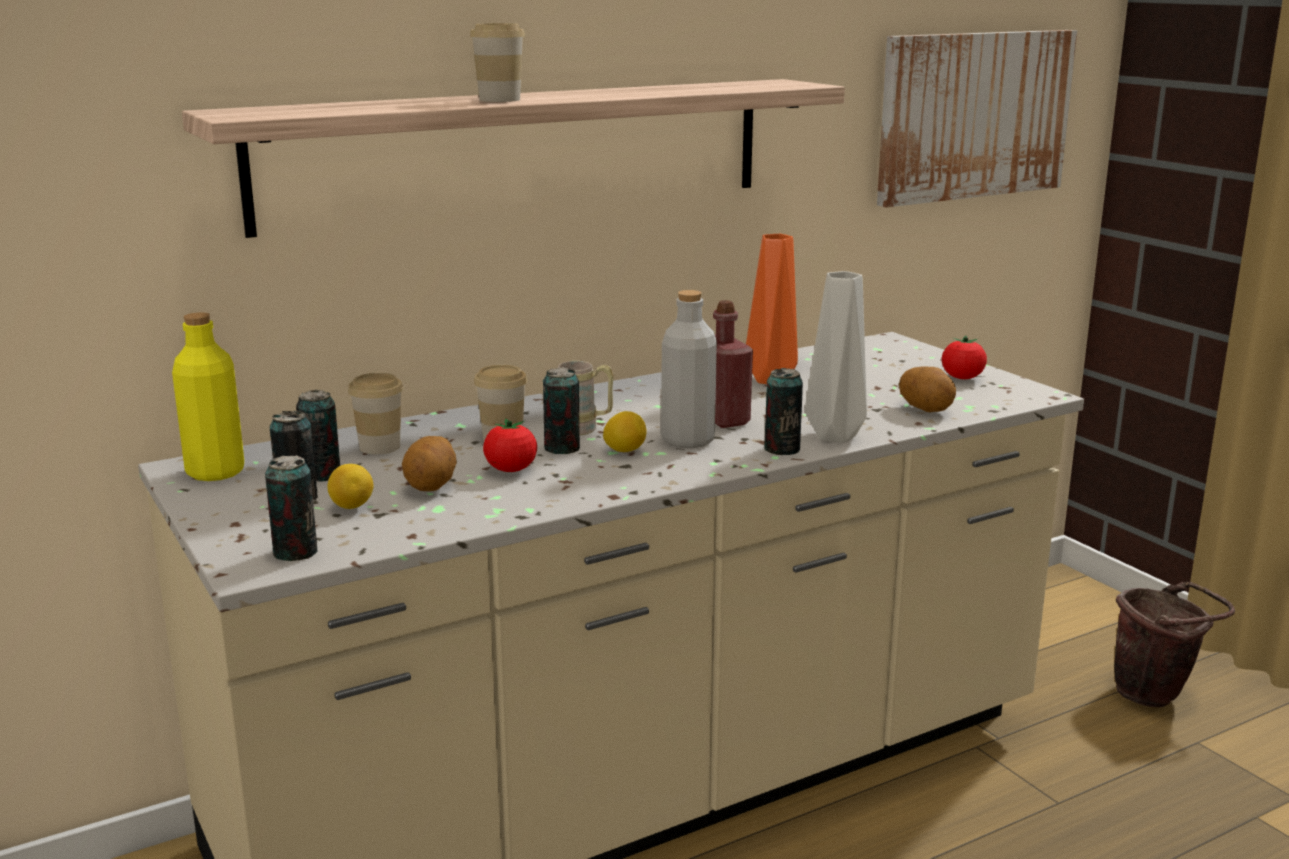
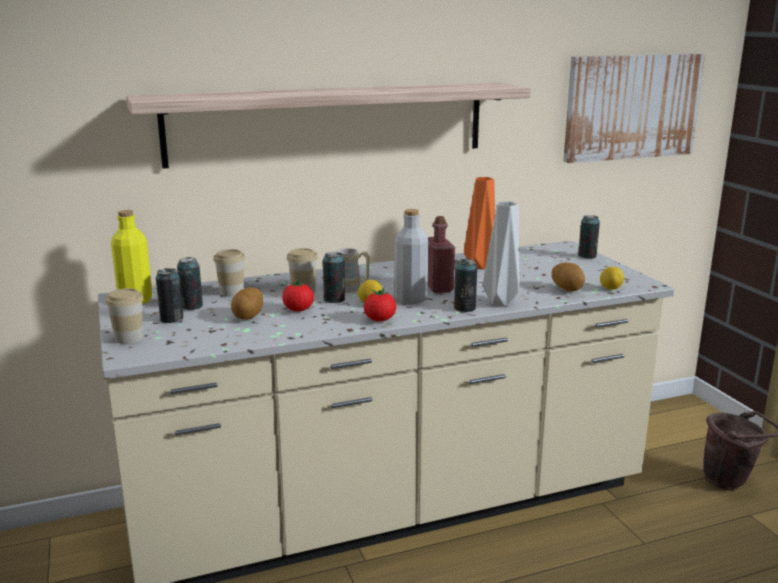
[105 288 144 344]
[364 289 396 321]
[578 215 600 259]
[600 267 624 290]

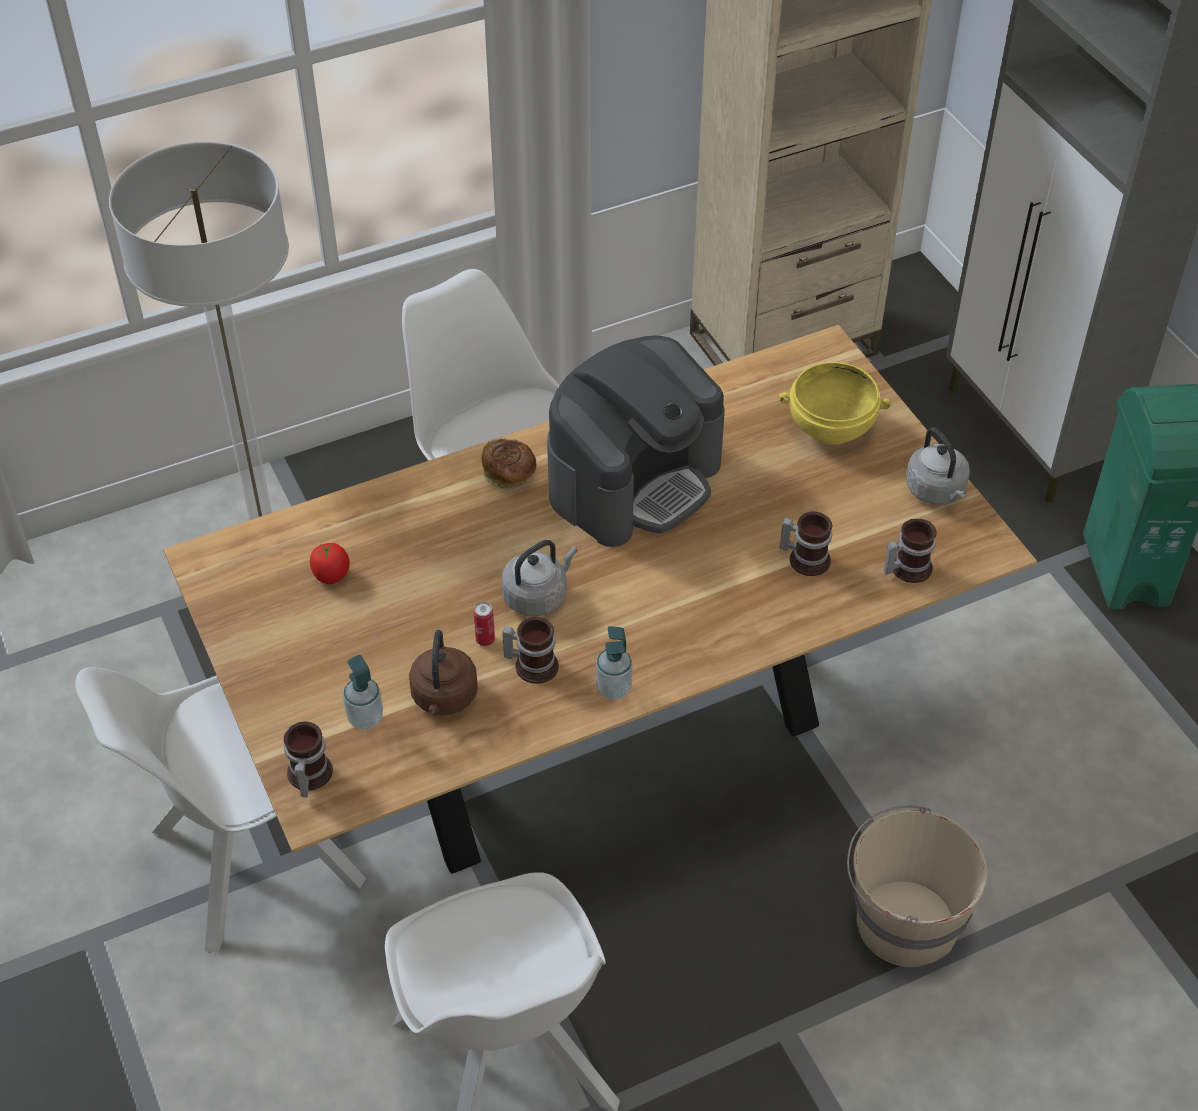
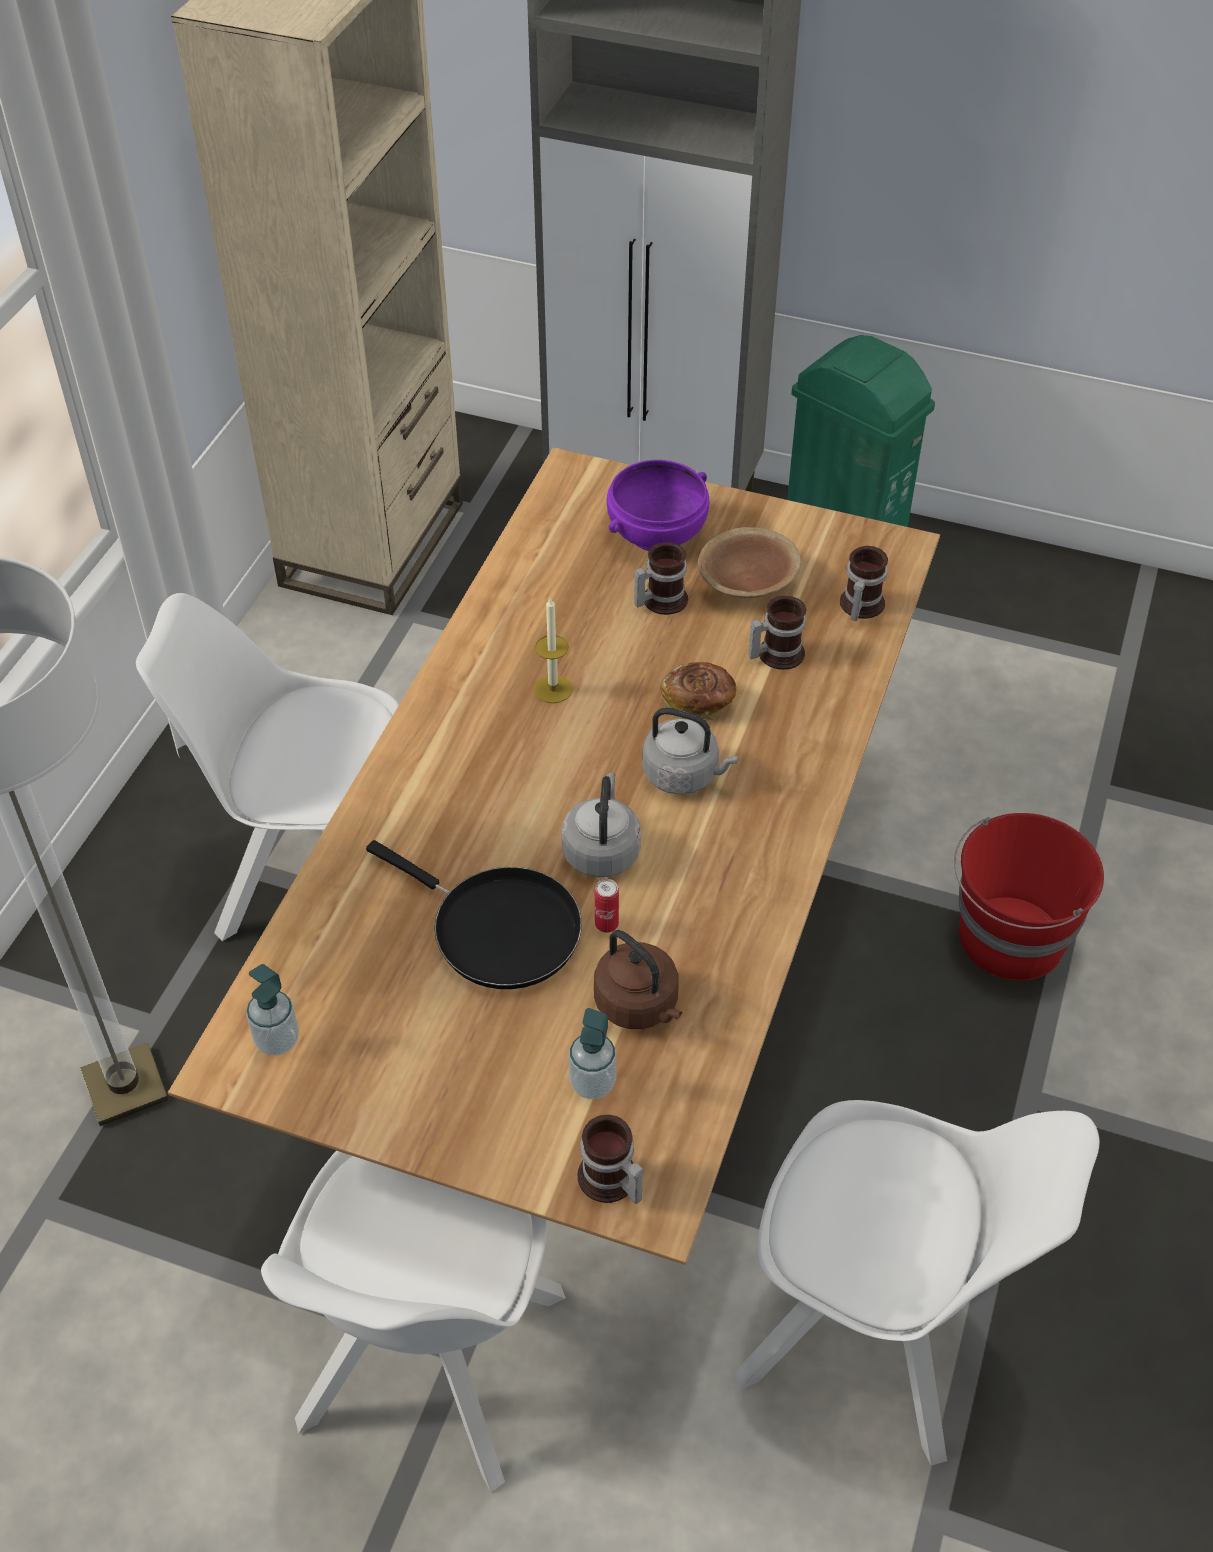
[246 964 299 1056]
[366 840 582 989]
[534 597 573 703]
[607 460 709 551]
[634 542 688 615]
[642 708 738 795]
[660 662 736 721]
[698 527 801 598]
[954 813 1104 981]
[310 542 350 584] (first image)

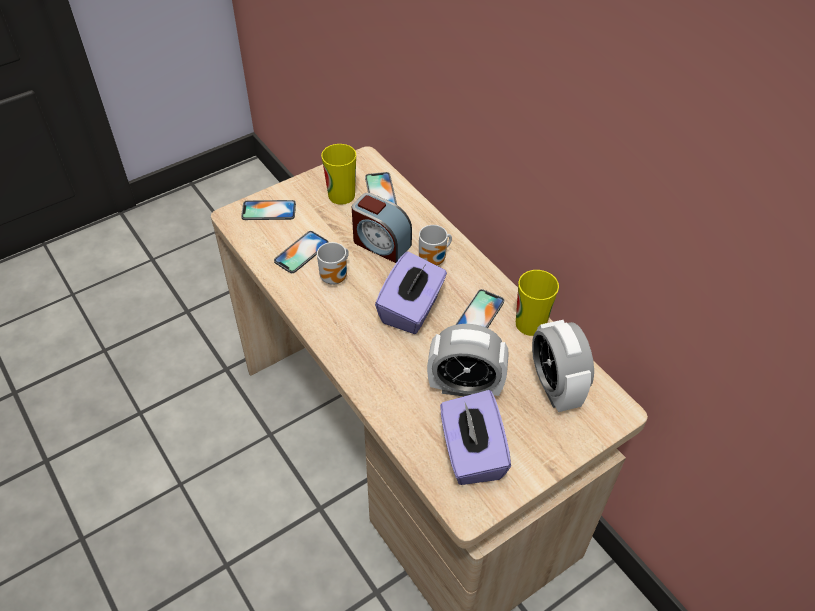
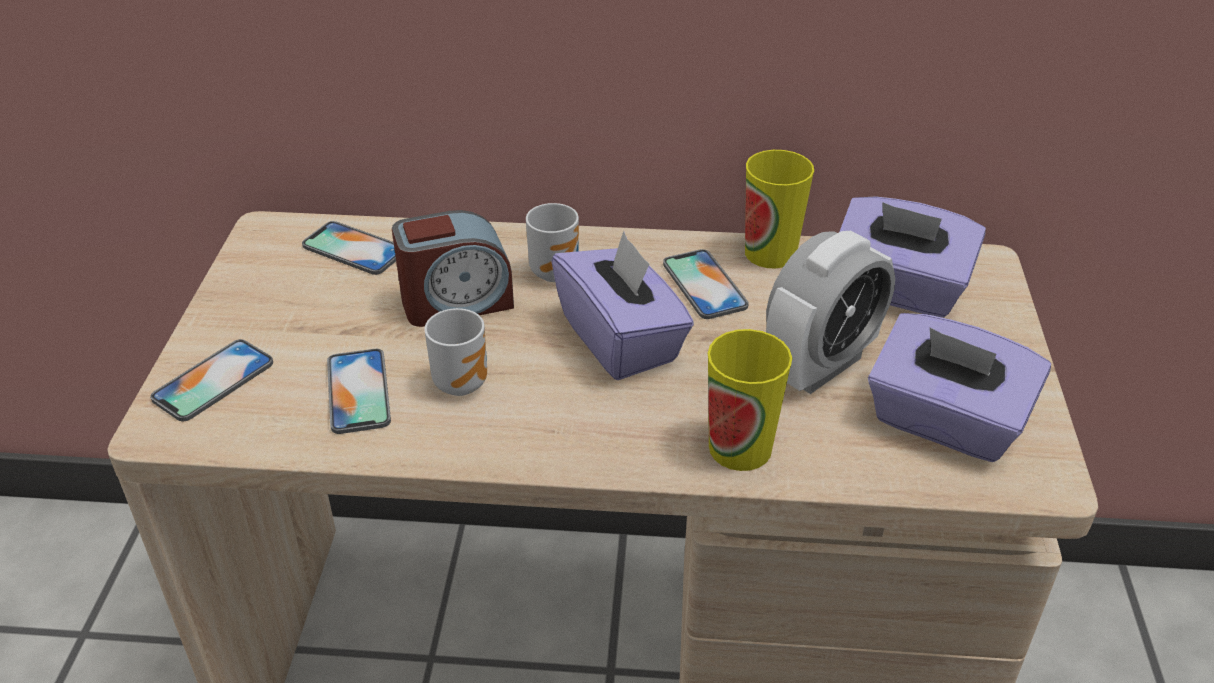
[708 329 792 471]
[839 196 986 317]

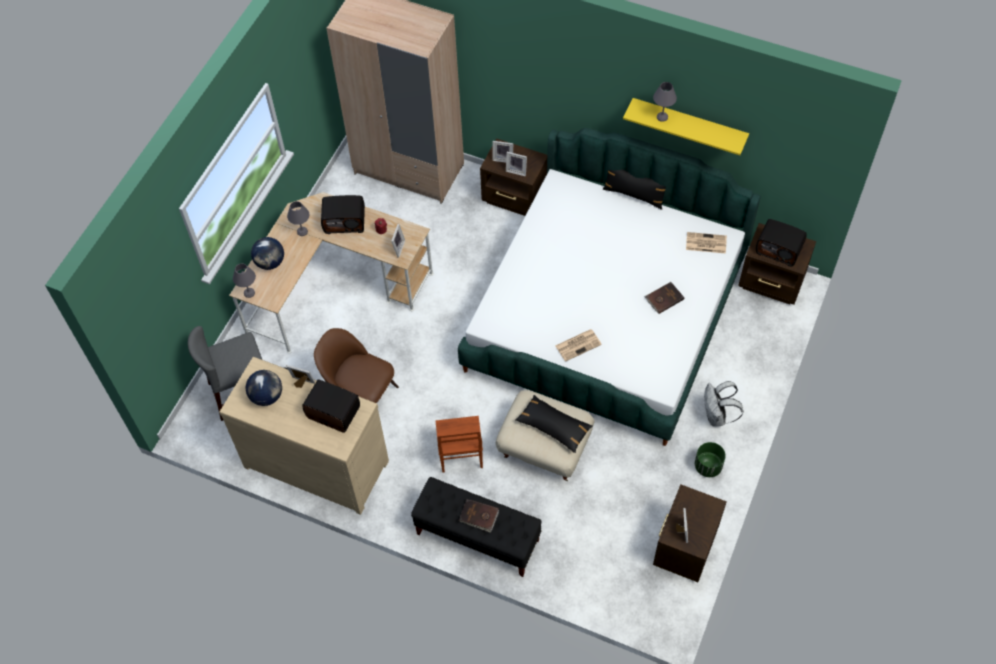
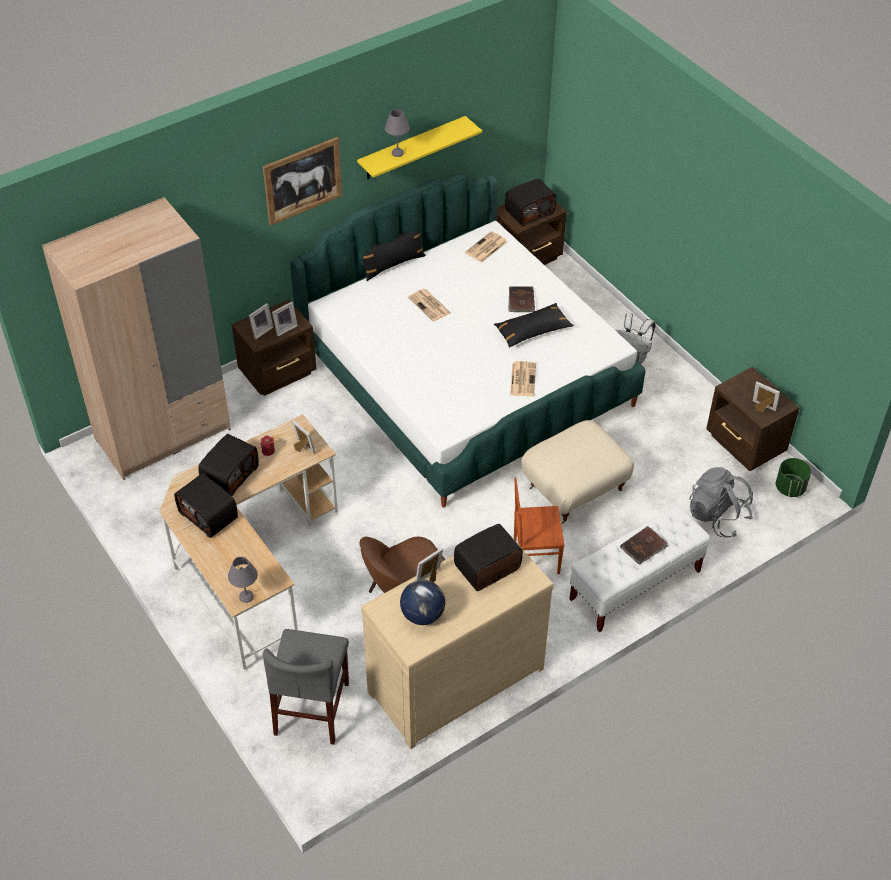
[174 474 238 538]
[263 137 342 226]
[408 289 451 322]
[494 303 574 348]
[514 478 564 574]
[570 505 710 632]
[689 467 753 538]
[776 458 811 497]
[251 237 284 270] (first image)

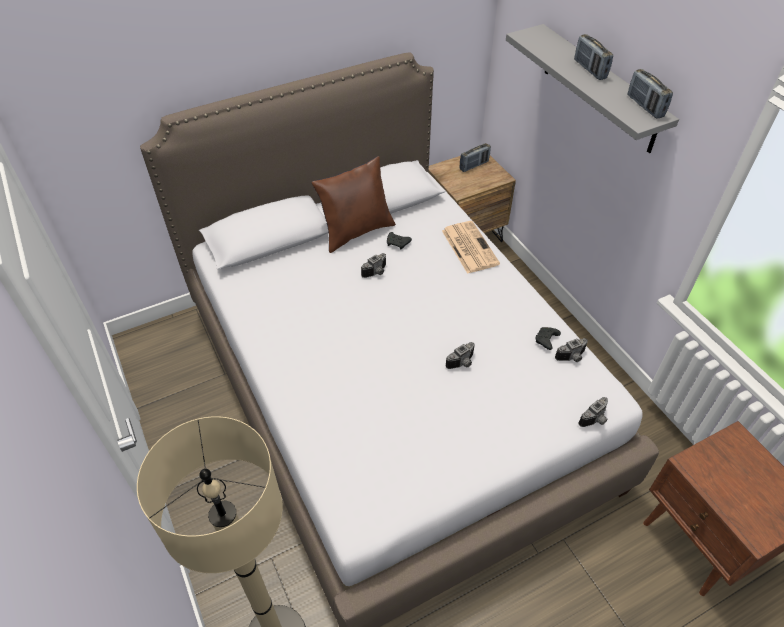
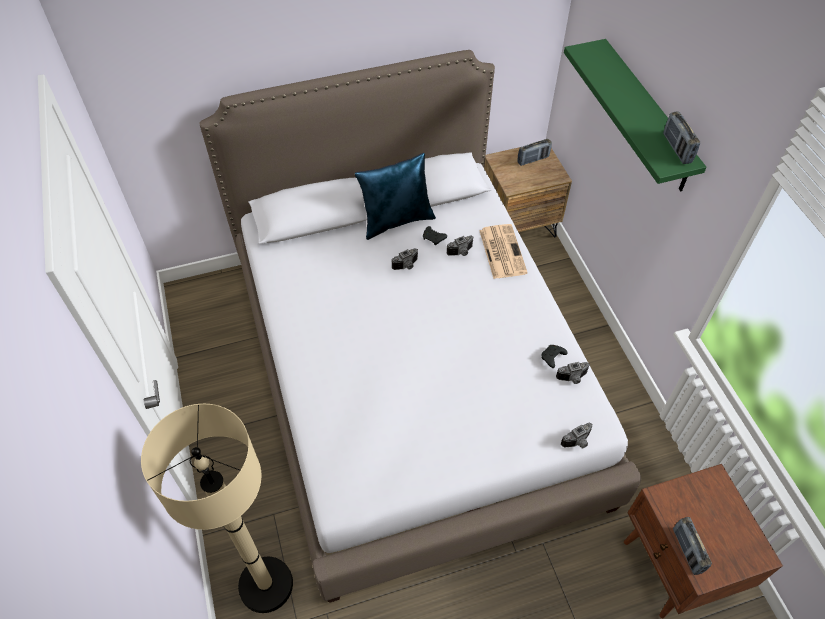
[355 153 436 240]
[447 236 473 256]
[564 39 706 191]
[673 517 712 575]

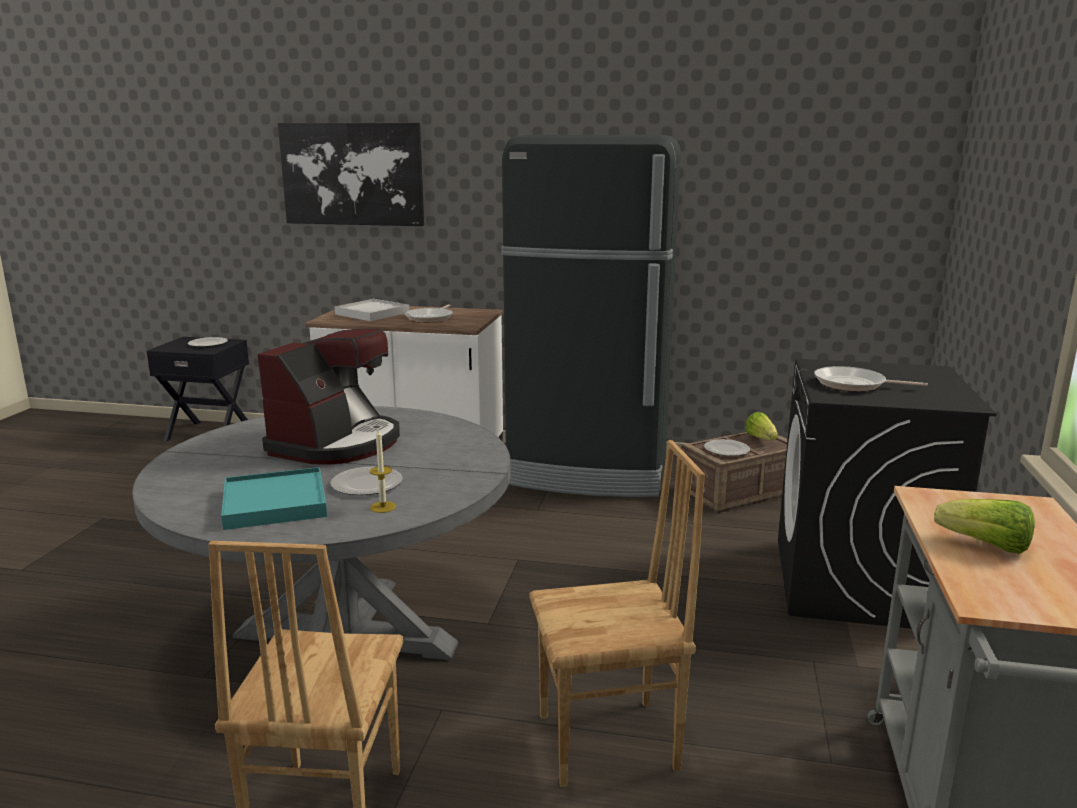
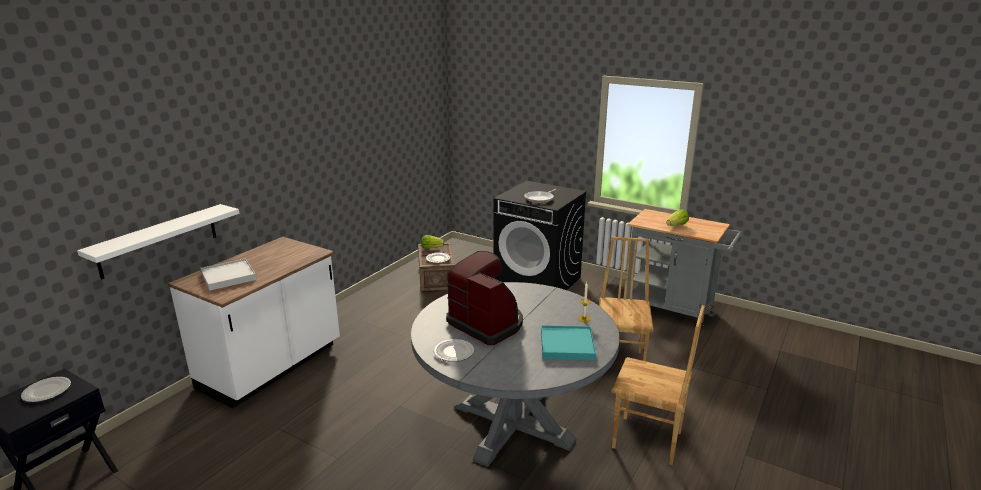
[77 204 240 280]
[434 339 474 362]
[278 123 424 226] (first image)
[405 304 453 323] (first image)
[501 135 681 497] (first image)

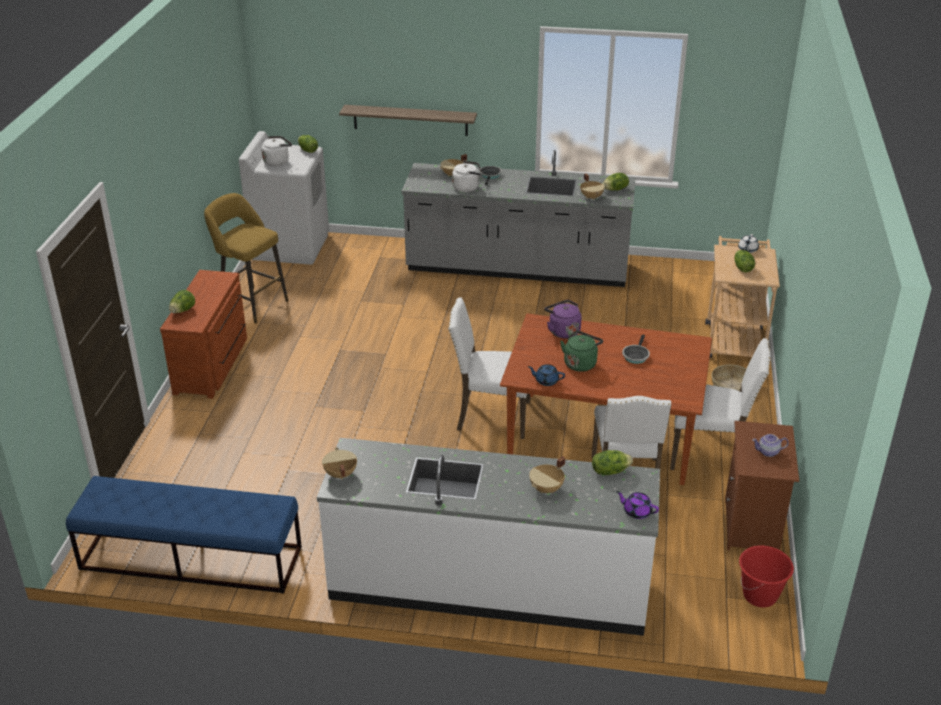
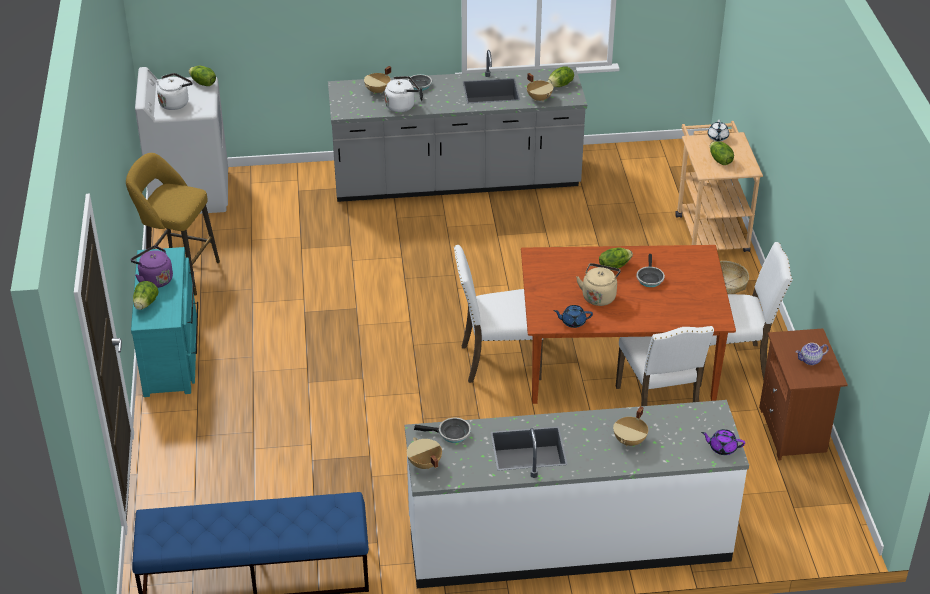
[131 246 173 288]
[131 247 198 397]
[414 418 471 443]
[576 263 621 306]
[599 248 633 268]
[339 105 477 136] (first image)
[739 545 794 607] (first image)

